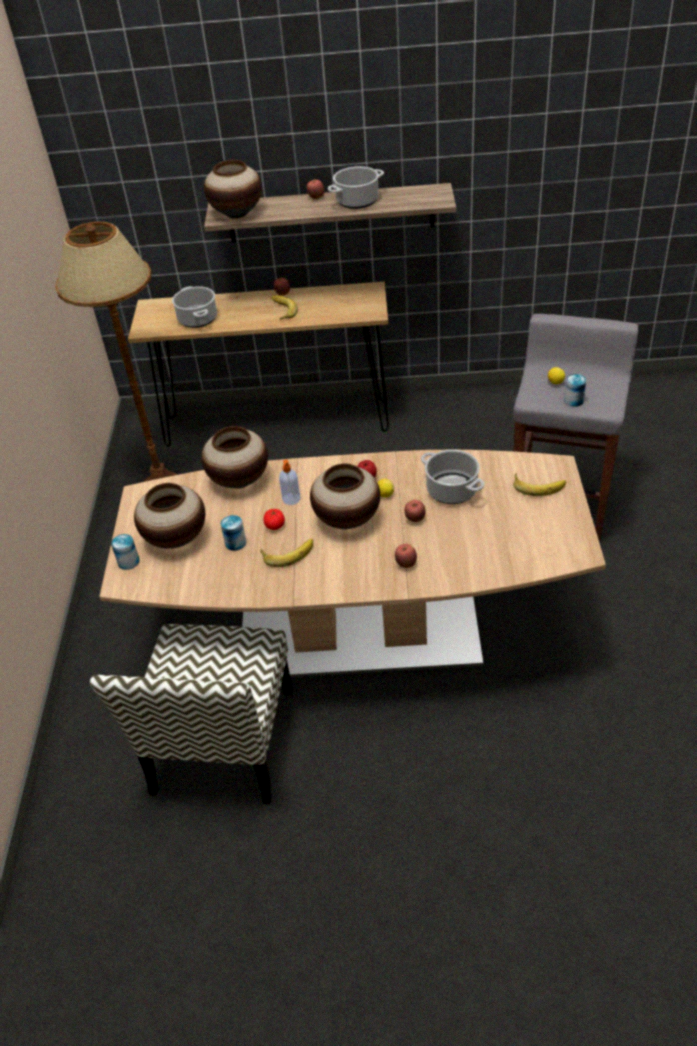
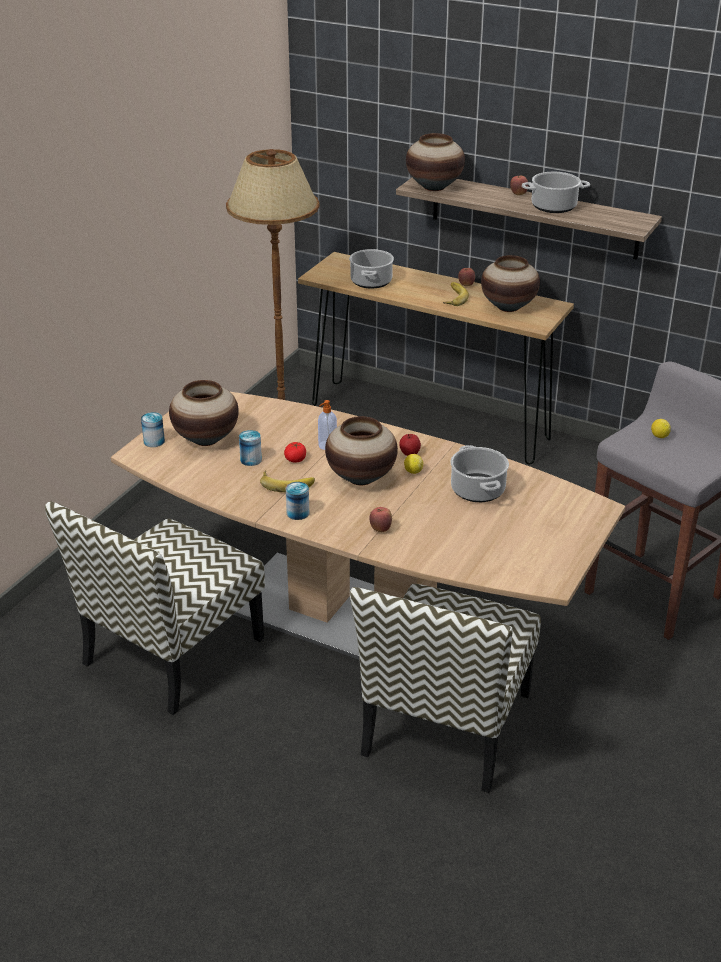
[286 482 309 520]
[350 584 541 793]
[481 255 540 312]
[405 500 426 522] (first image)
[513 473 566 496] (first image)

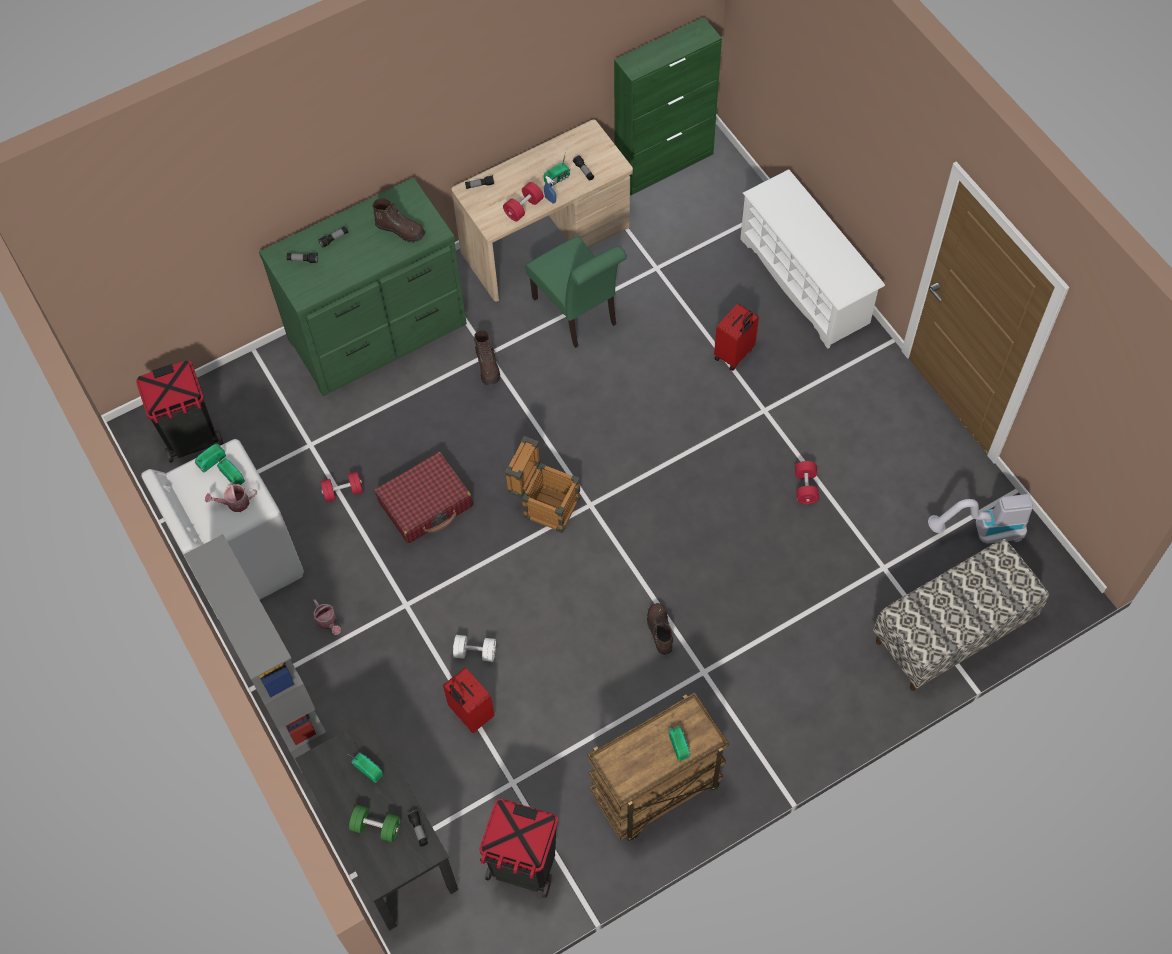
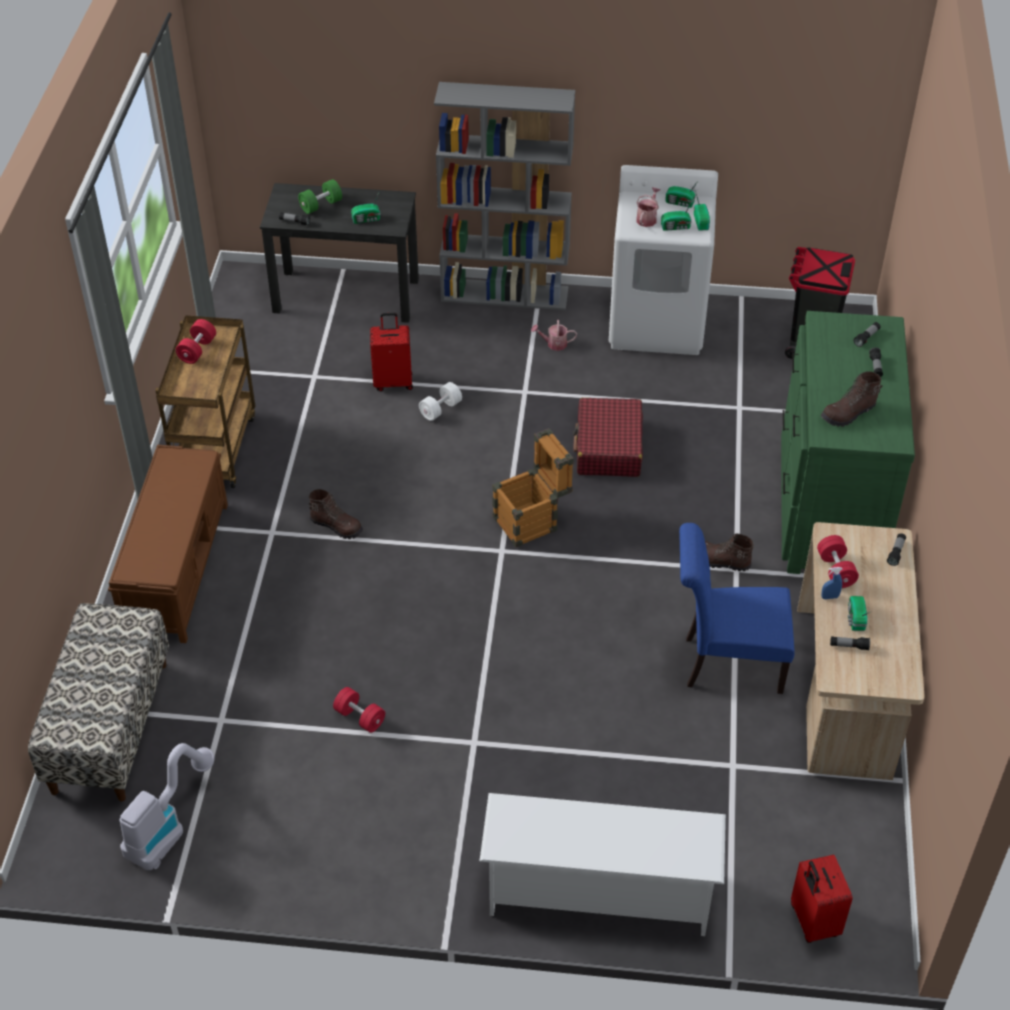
[108 445 228 643]
[175 319 216 364]
[665 180 699 208]
[679 523 795 694]
[791 855 853 943]
[479 799 558 898] (first image)
[614 17 722 195] (first image)

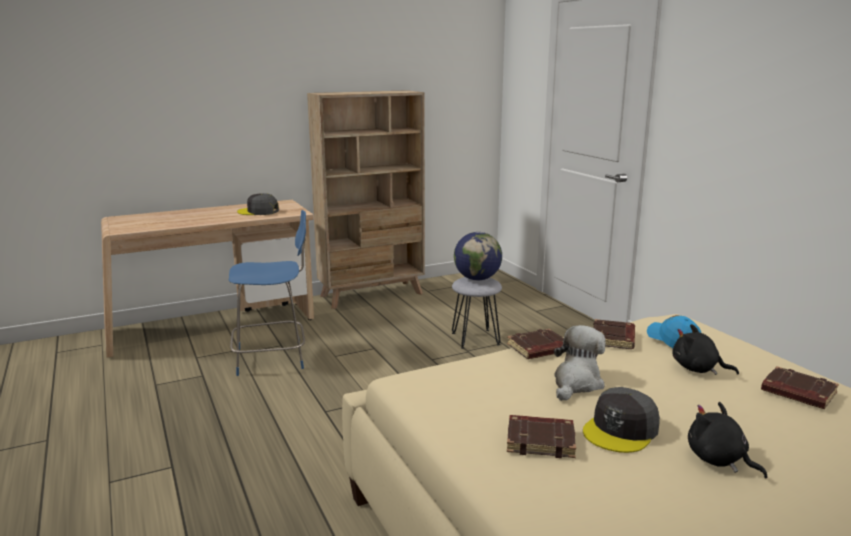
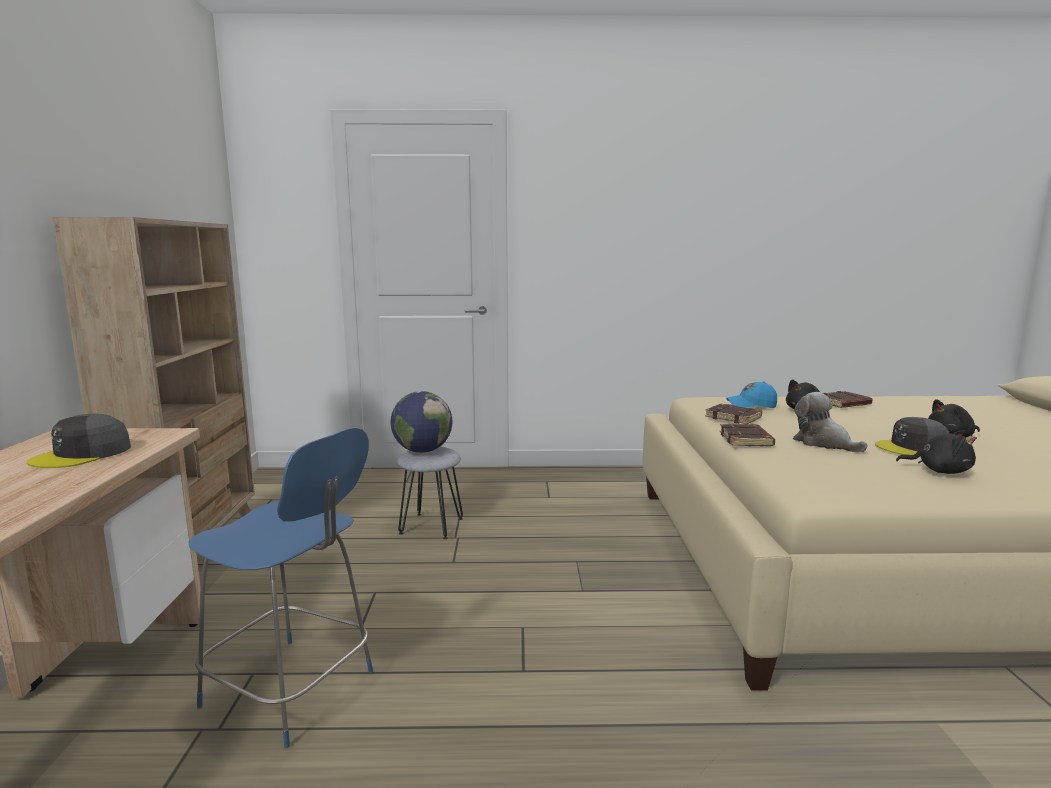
[188 428 373 748]
[875 417 949 457]
[896 430 977 474]

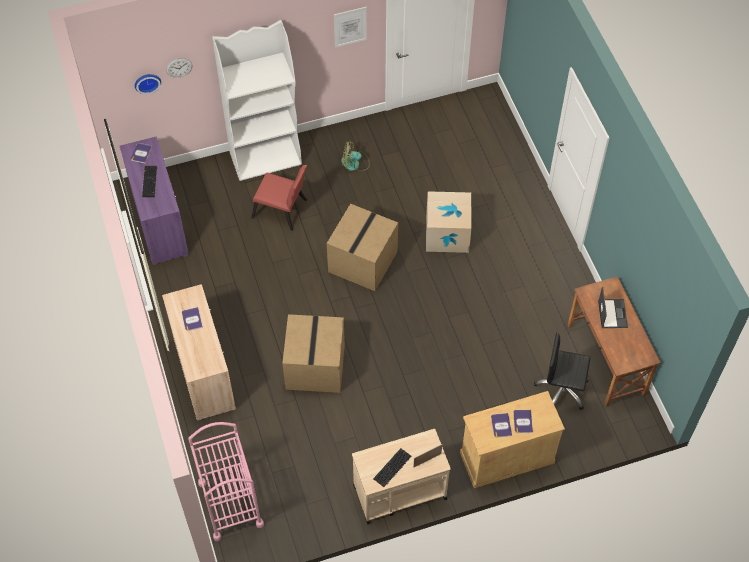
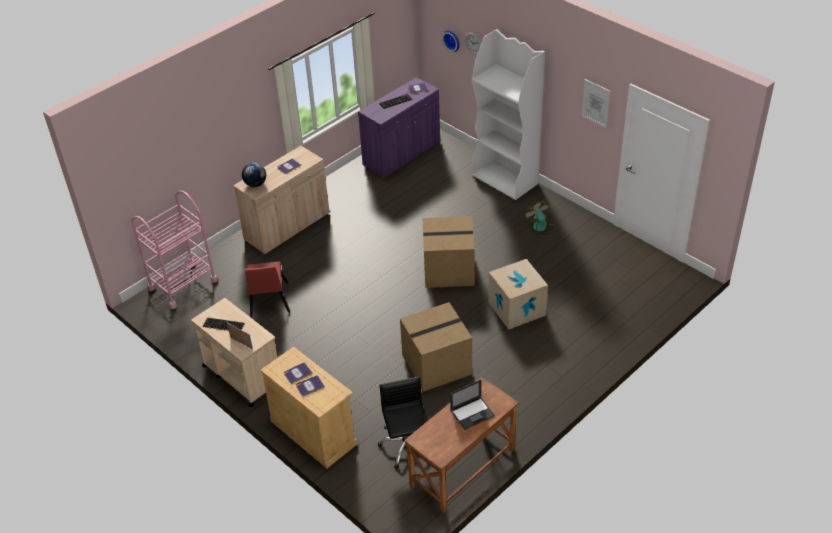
[242 163 266 187]
[245 261 290 317]
[400 302 472 392]

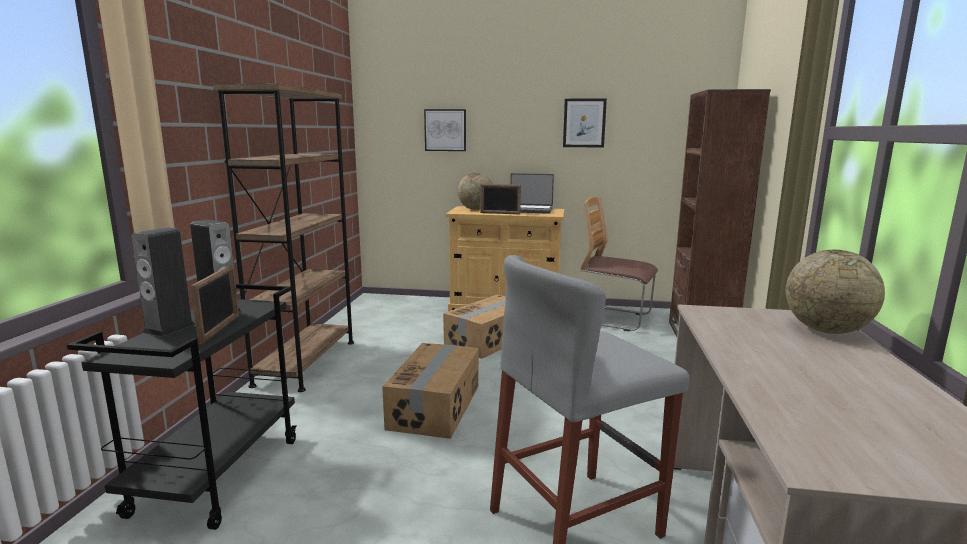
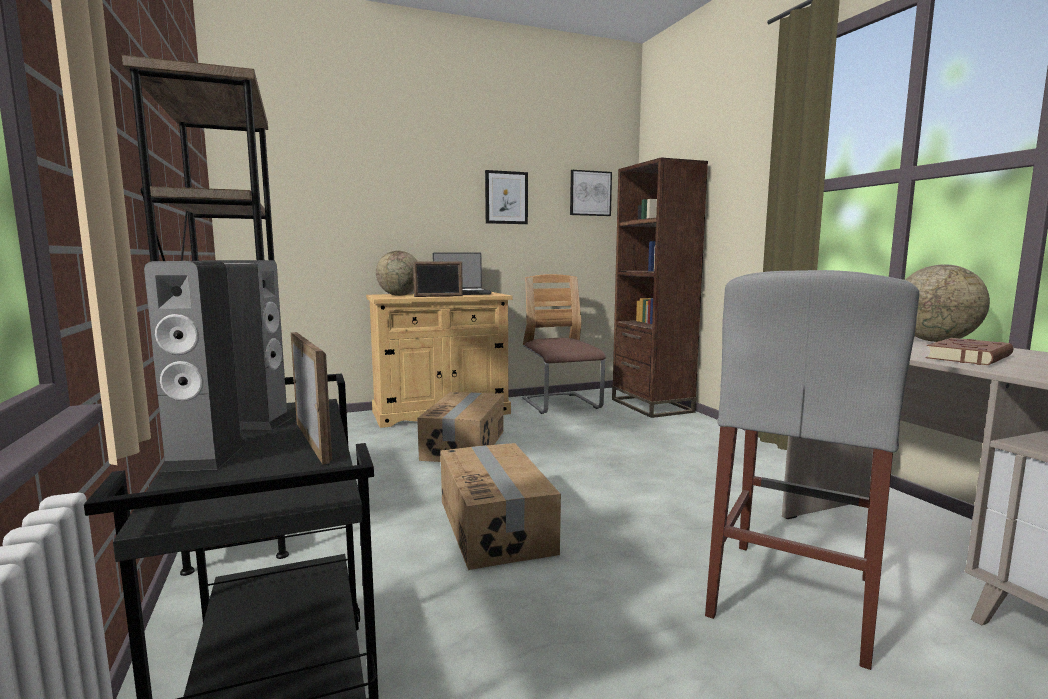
[522 274 606 414]
[570 170 612 216]
[925 338 1013 365]

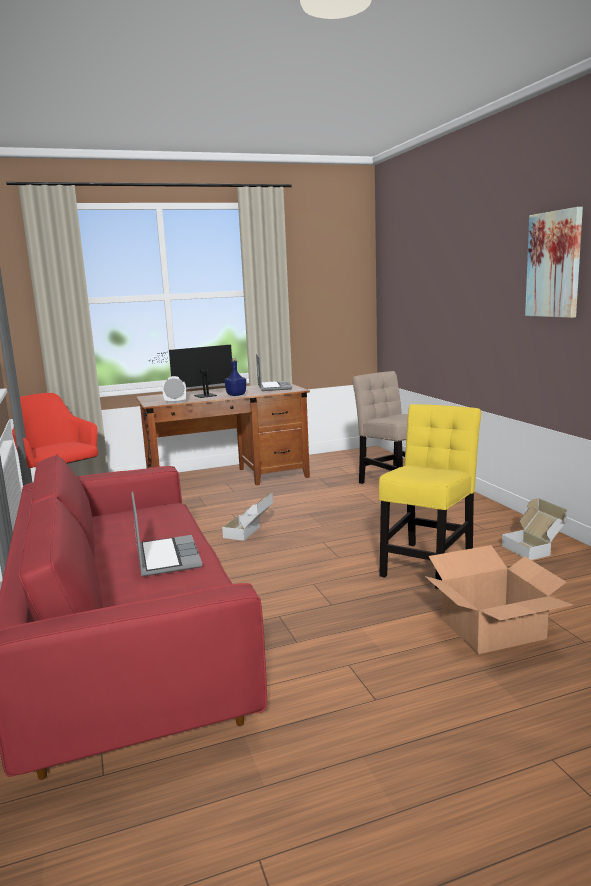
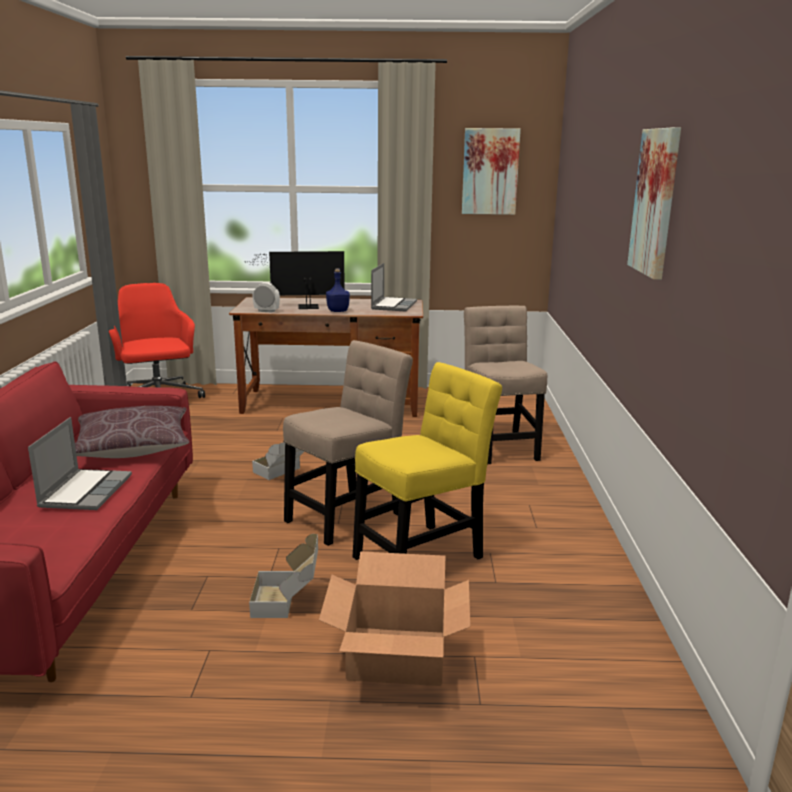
[75 406 189 458]
[249 534 318 618]
[283 340 413 546]
[462 128 521 215]

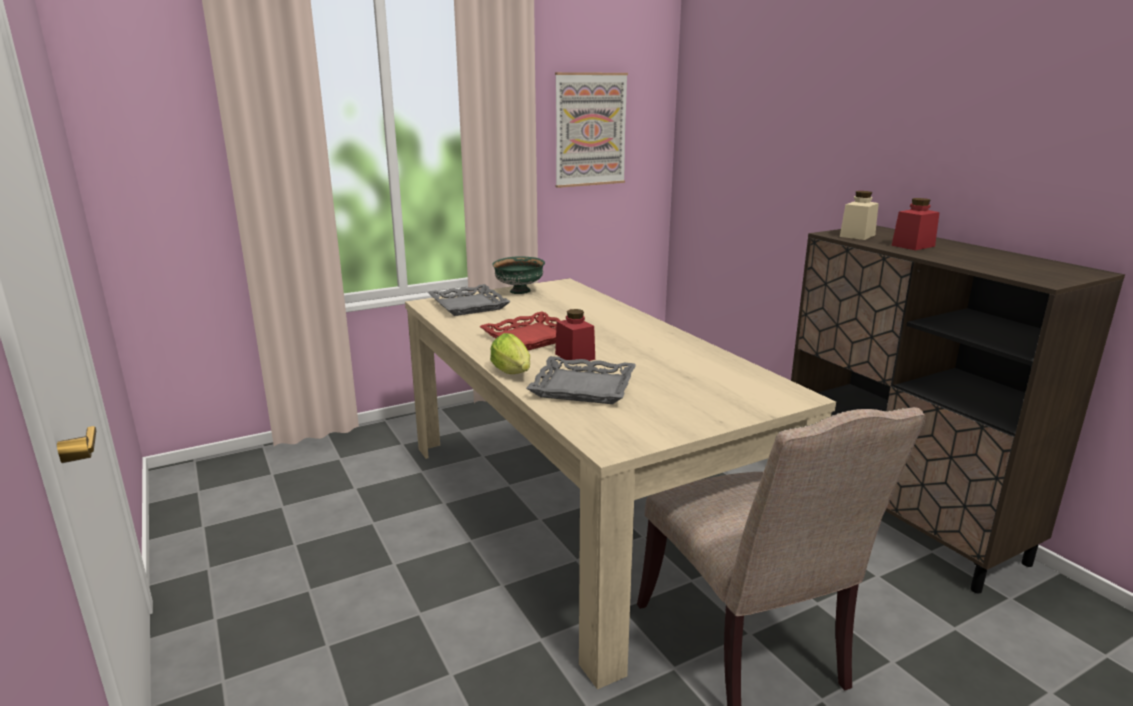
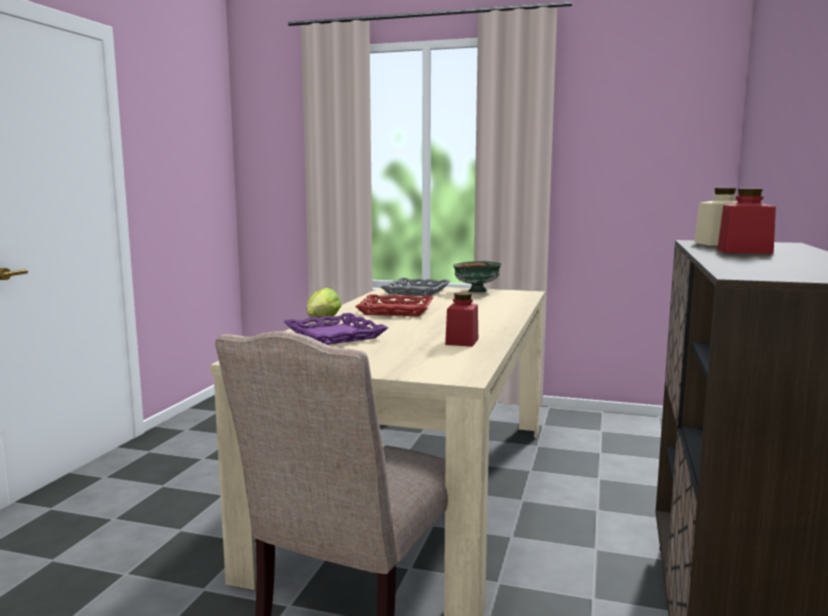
[283 313 388 345]
[445 292 478 347]
[555 72 628 188] (first image)

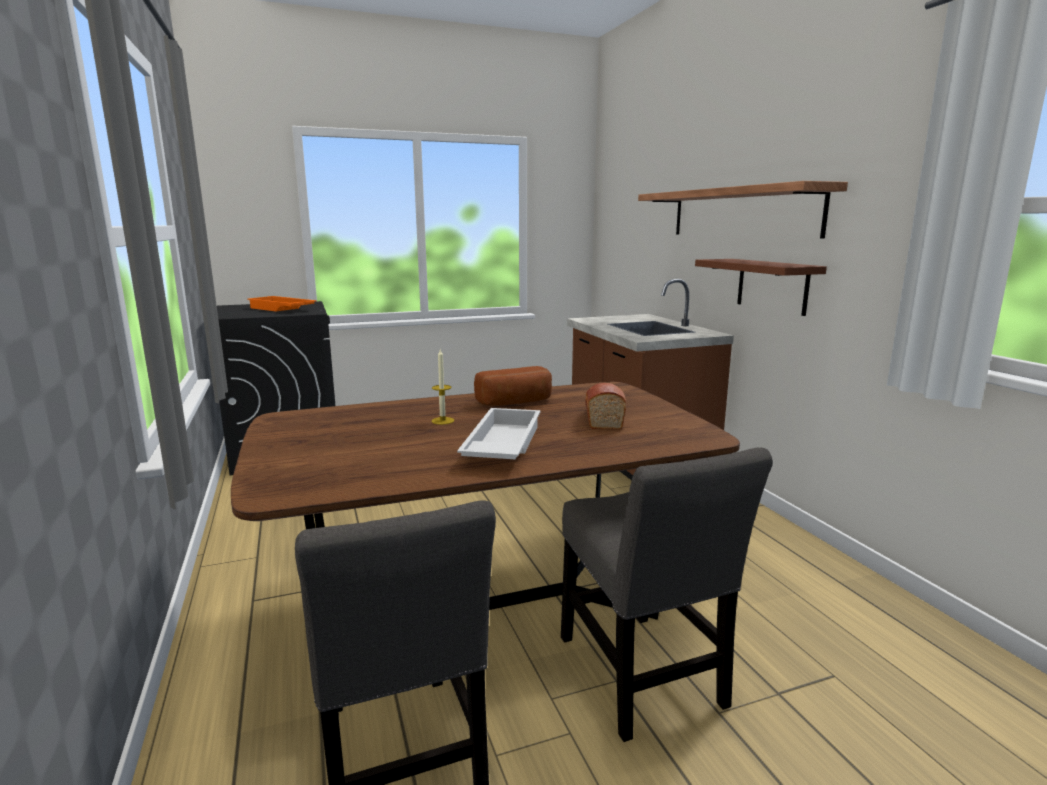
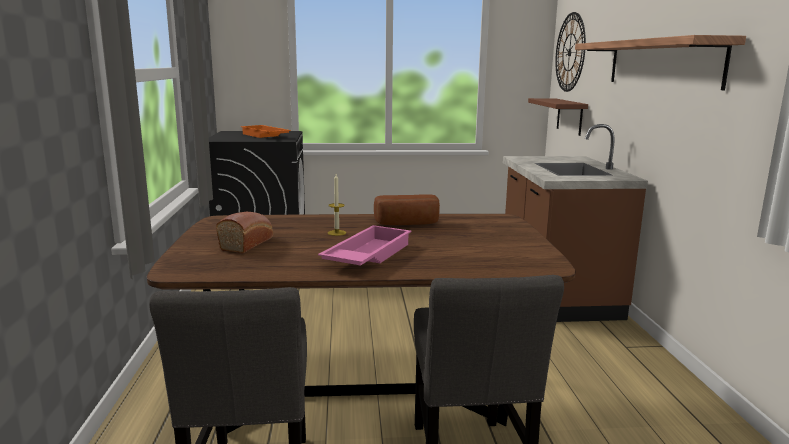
[216 212 273 253]
[318 225 411 266]
[528 98 588 136]
[555 12 586 92]

